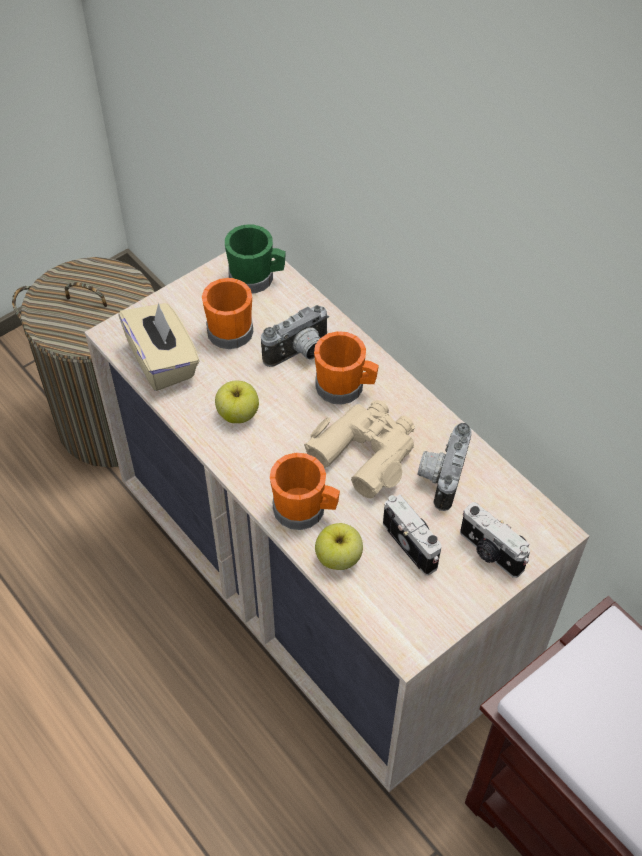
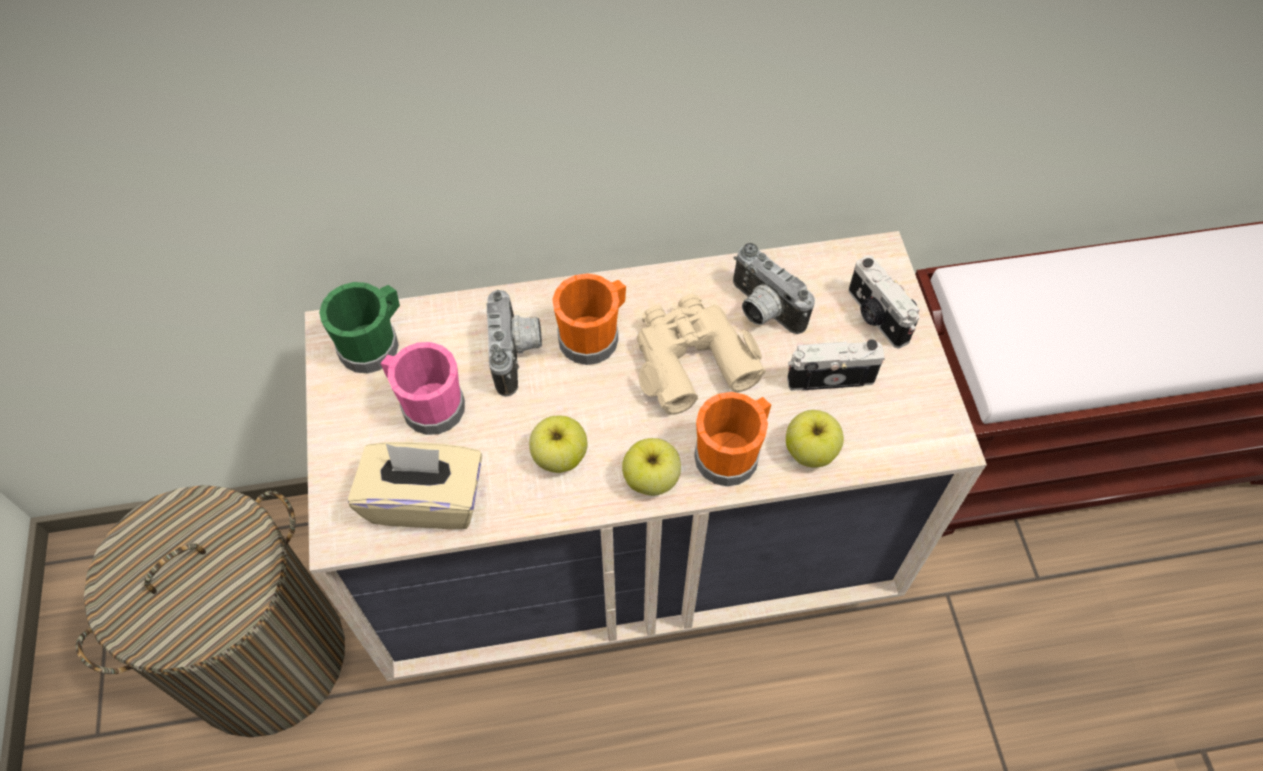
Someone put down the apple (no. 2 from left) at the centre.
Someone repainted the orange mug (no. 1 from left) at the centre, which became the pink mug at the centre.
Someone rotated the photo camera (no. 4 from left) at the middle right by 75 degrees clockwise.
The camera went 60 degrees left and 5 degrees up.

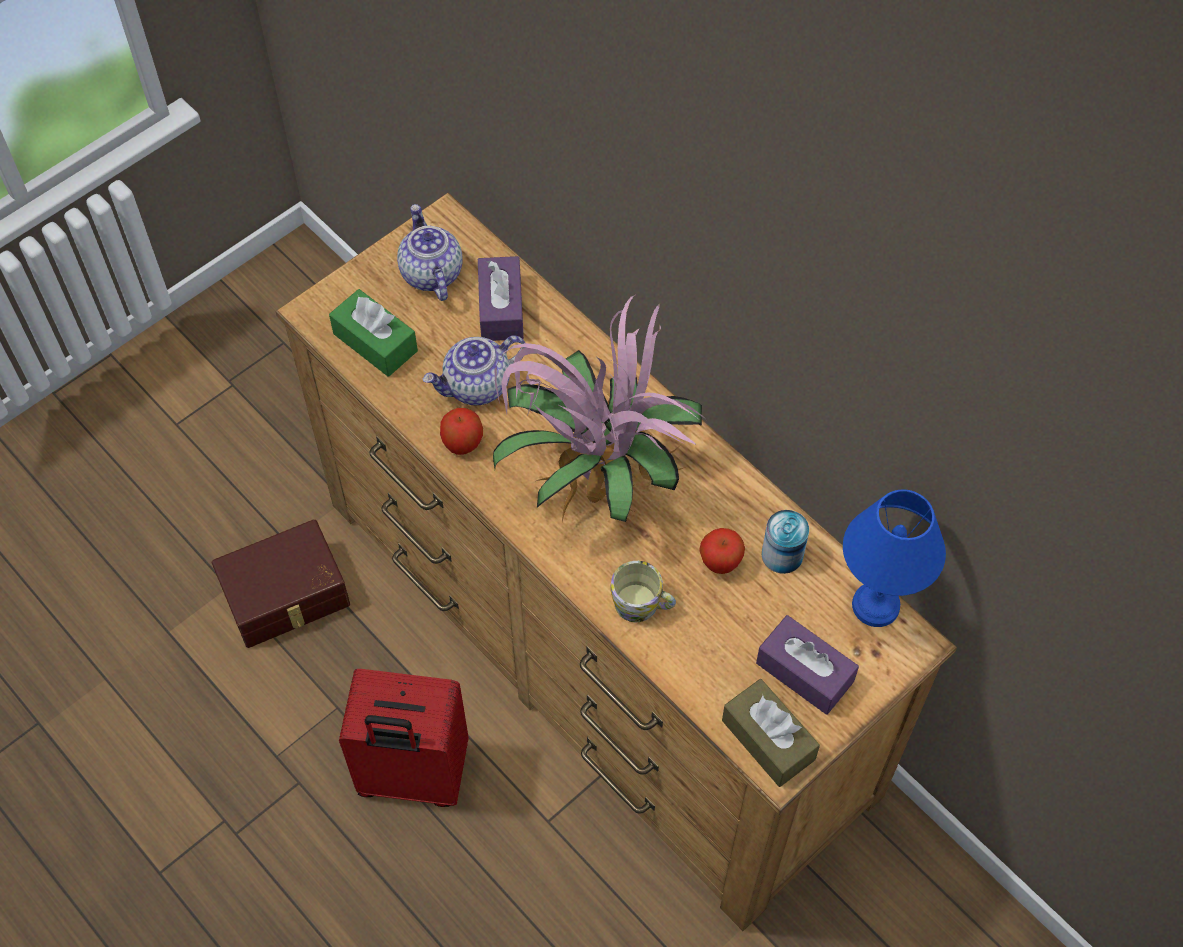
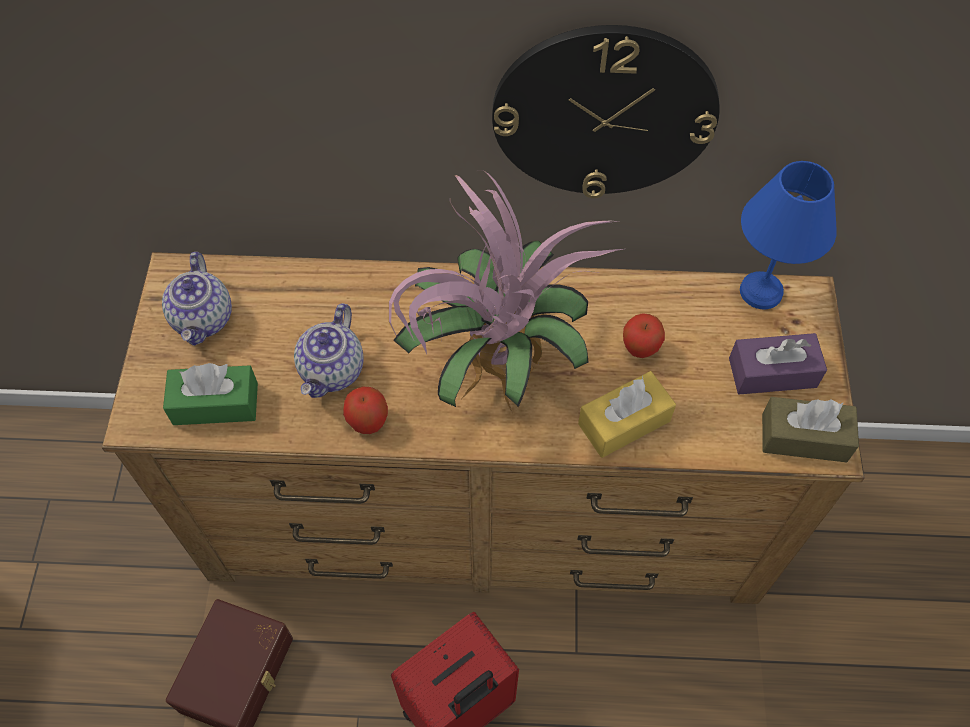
Someone took away the purple tissue box (no. 1 from left) at the top centre.
Someone took away the can at the centre.
Someone put up the wall clock at the top centre.
Someone swapped the mug at the centre for the yellow tissue box at the centre.
Someone rotated the teapot (no. 1 from left) at the top centre by 120 degrees counterclockwise.
The camera went 45 degrees left and 0 degrees up.

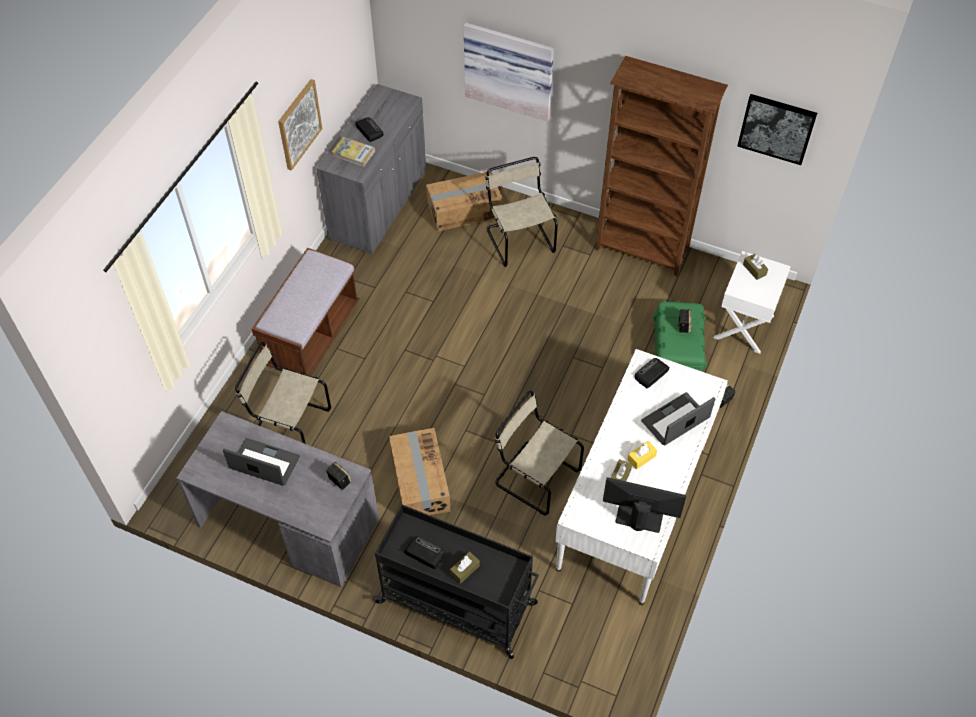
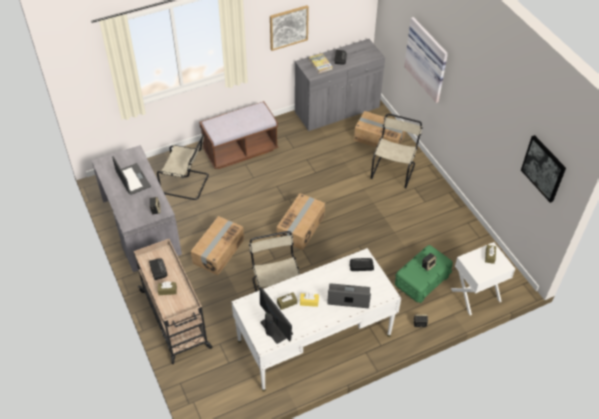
Someone took away the brown bookcase at the top right.
Someone put down the cardboard box (no. 2 from left) at the centre.
Someone repainted the black cart at the bottom centre, which became the beige cart at the bottom left.
Someone rotated the beige chair (no. 1 from left) at the middle left by 135 degrees clockwise.
The camera went 40 degrees right and 5 degrees down.

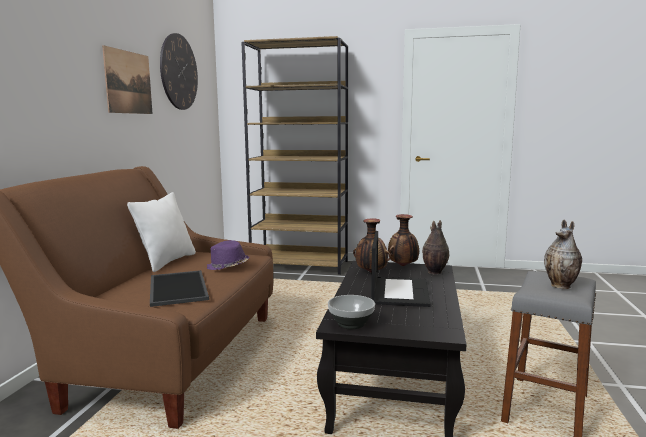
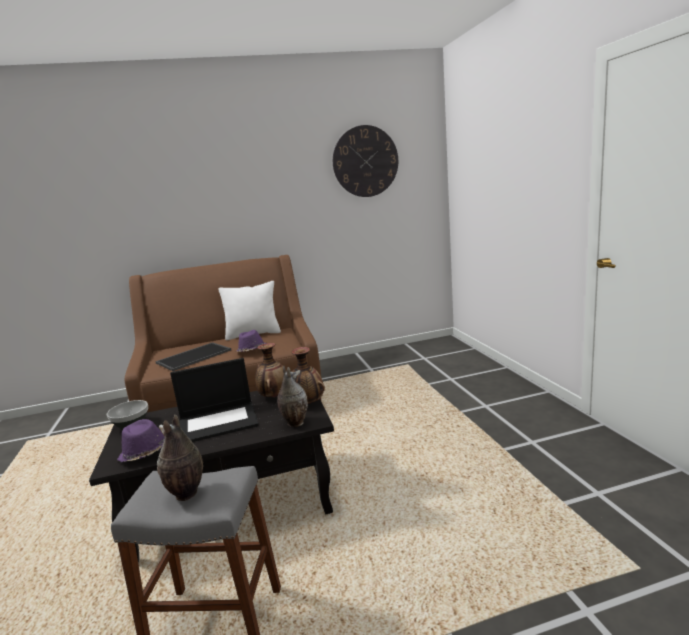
Someone took away the picture at the top left.
Someone took away the brown bookcase at the centre.
Someone put down the purple hat (no. 1 from left) at the bottom left.
The camera went 65 degrees right and 5 degrees up.

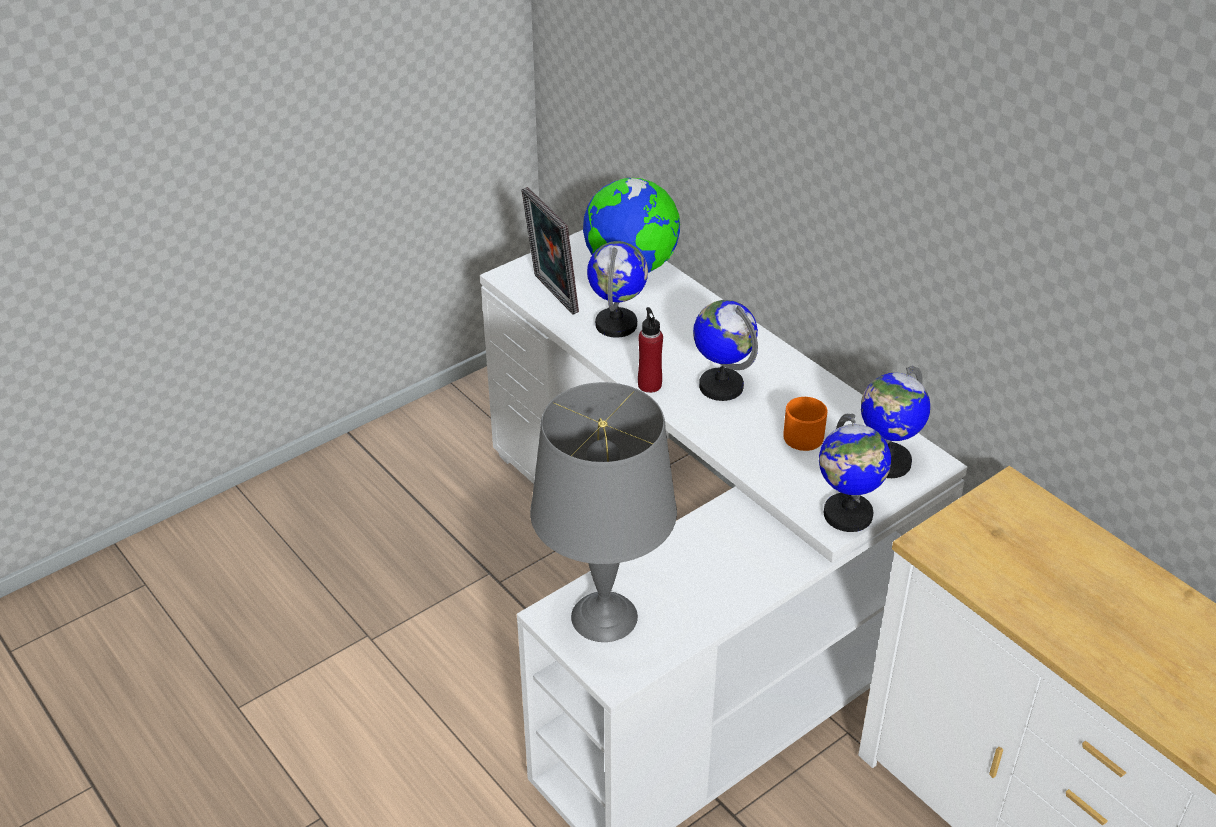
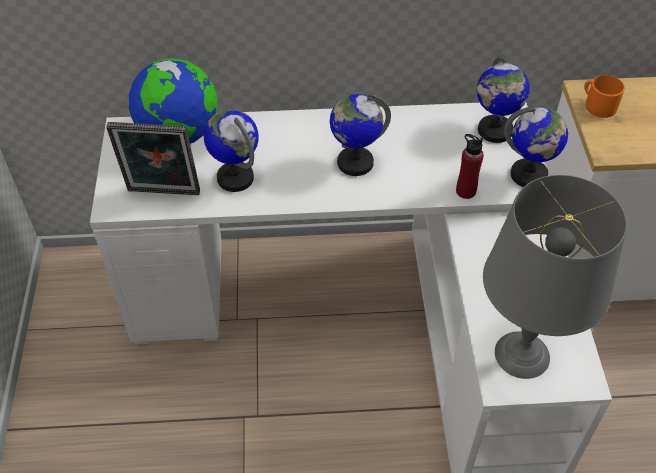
Someone carried the red bottle from the centre to the middle right.
Someone carried the orange mug from the centre to the top right.
The camera went 55 degrees left and 10 degrees up.

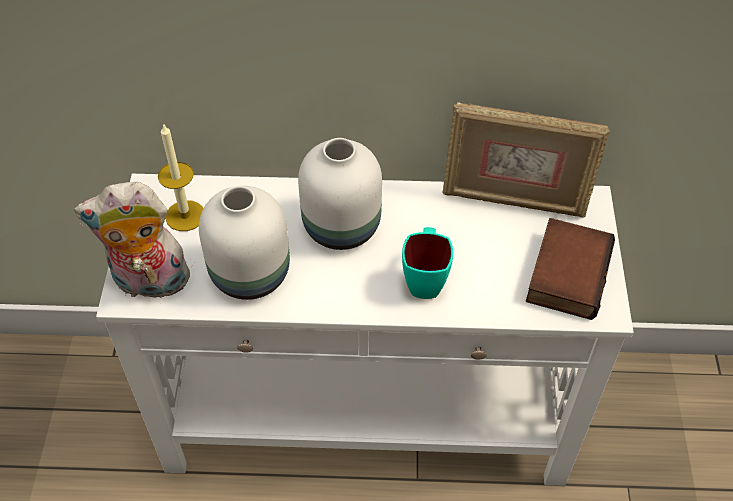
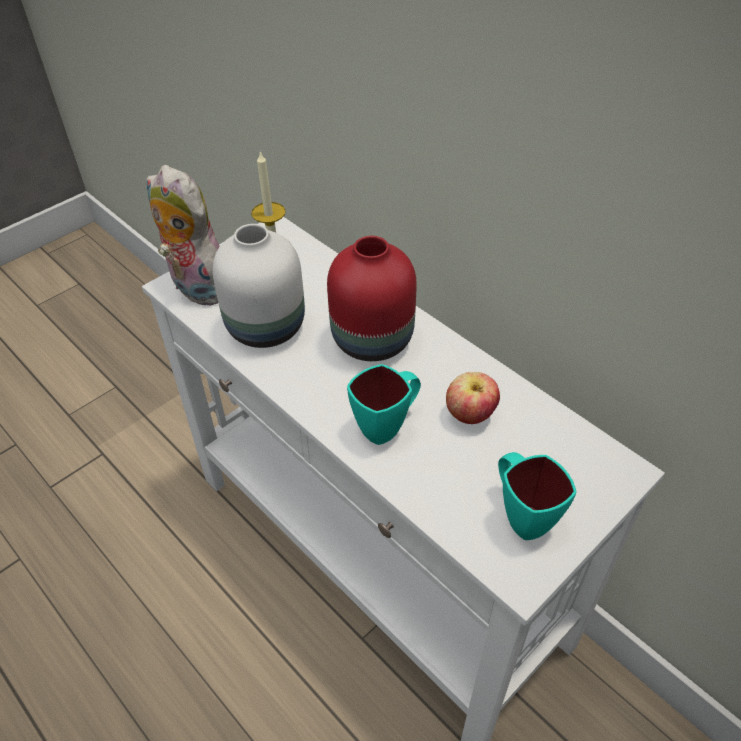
Someone took away the picture frame at the top right.
Someone put down the apple at the centre.
Someone swapped the book at the middle right for the turquoise mug (no. 2 from left) at the bottom right.
Someone repainted the white vase (no. 2 from left) at the centre, which became the red vase at the centre.
The camera went 45 degrees right and 5 degrees down.

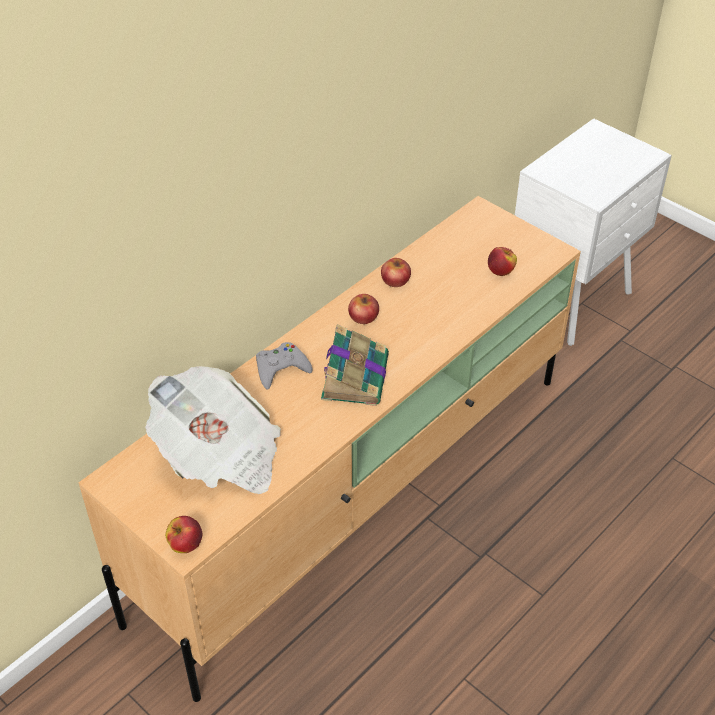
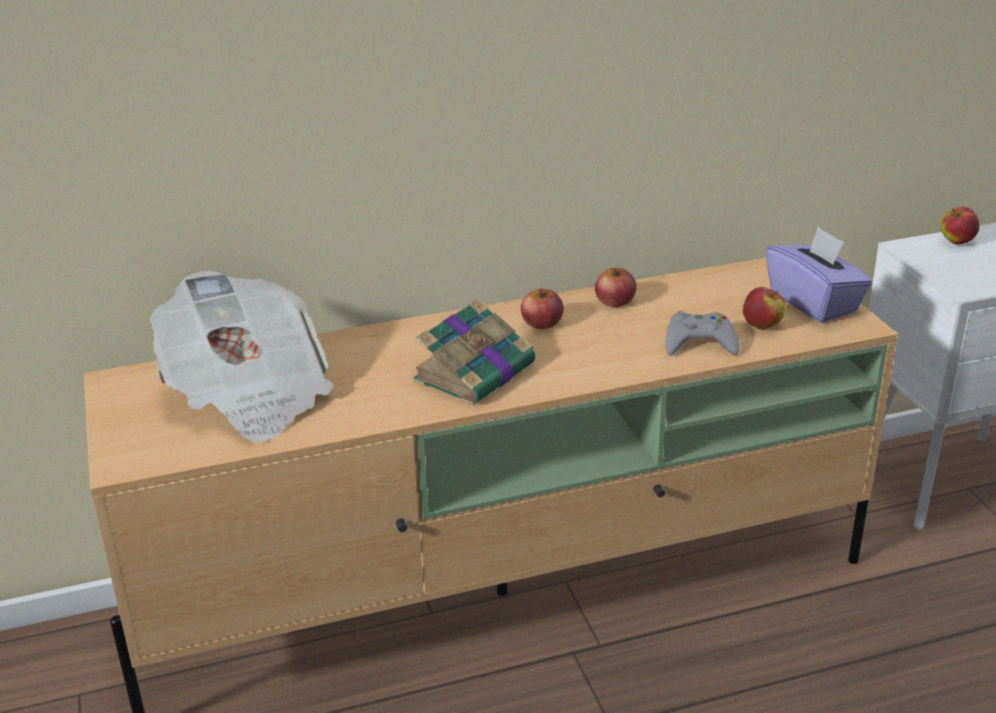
Someone put down the purple tissue box at the middle right.
Someone carried the apple (no. 1 from left in the first image) from the bottom left to the top right.
Someone carried the grey game controller from the centre to the middle right.
The camera went 30 degrees right and 15 degrees down.

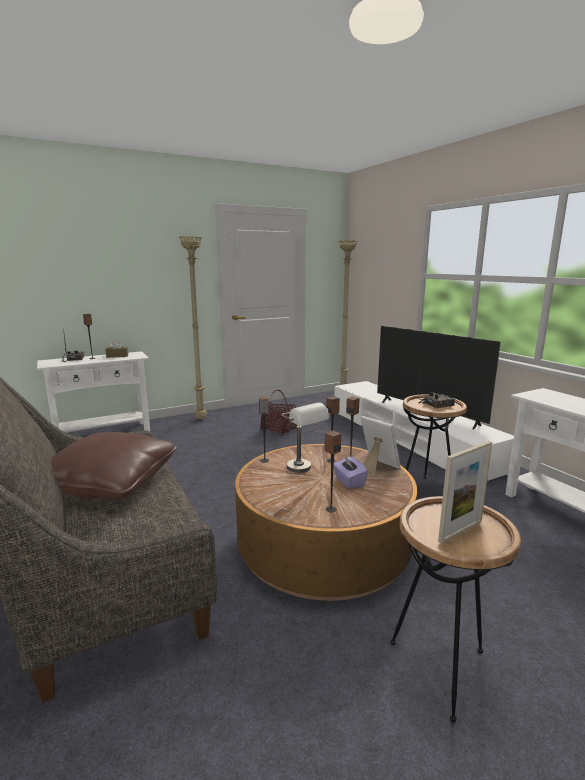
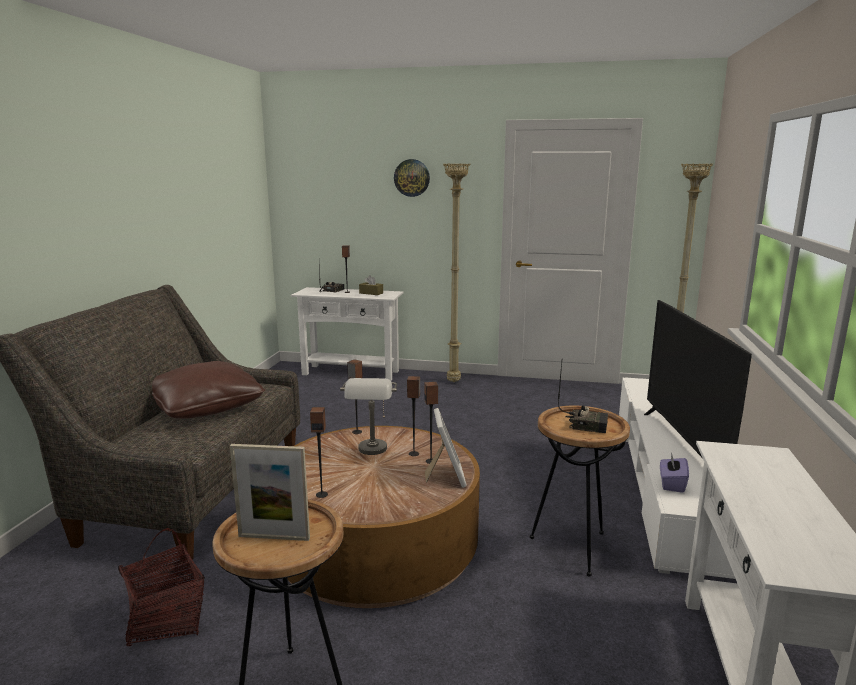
Someone put up the wall clock at the top centre.
Someone carried the basket from the centre to the bottom left.
Someone carried the purple tissue box from the centre to the bottom right.
The camera went 40 degrees right and 0 degrees up.

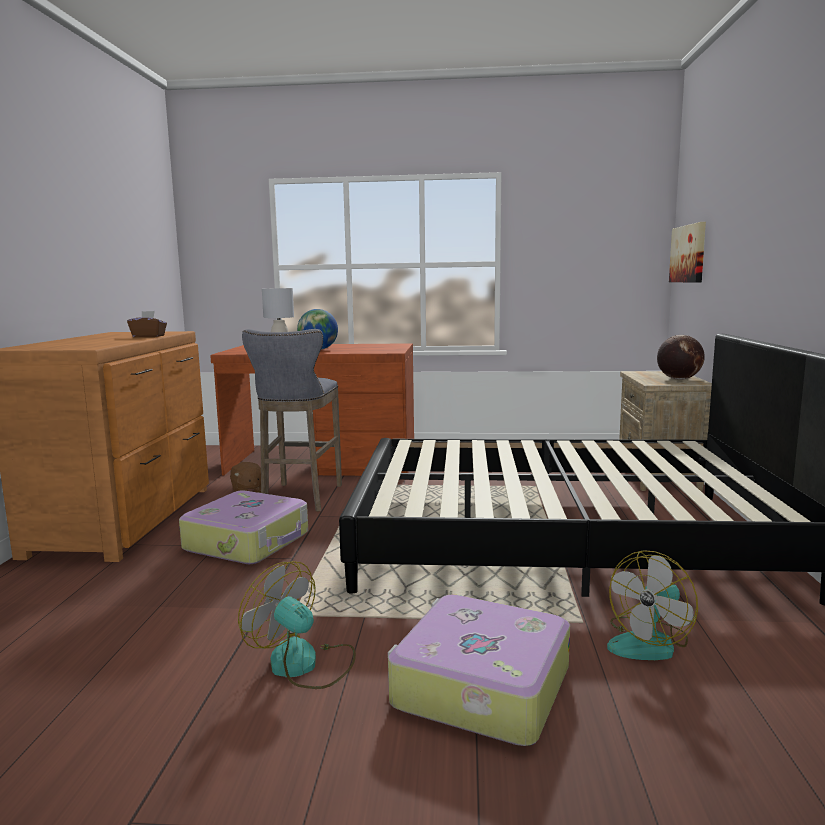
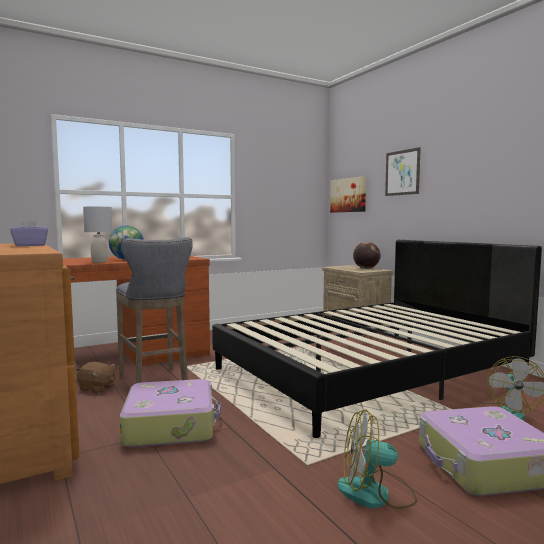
Someone put up the picture (no. 2 from left) at the top right.
Someone repainted the brown tissue box at the middle left, which became the purple tissue box at the middle left.
The camera went 35 degrees left and 5 degrees down.

